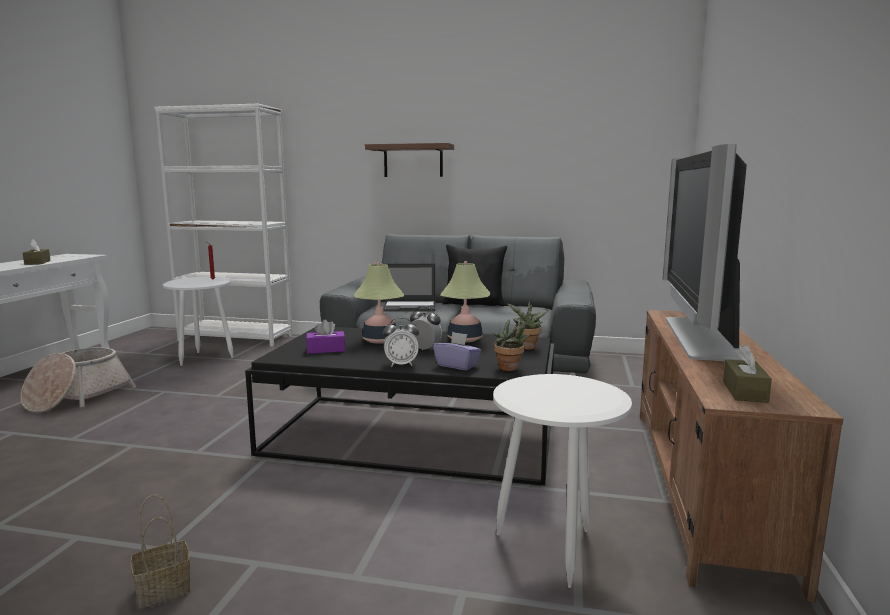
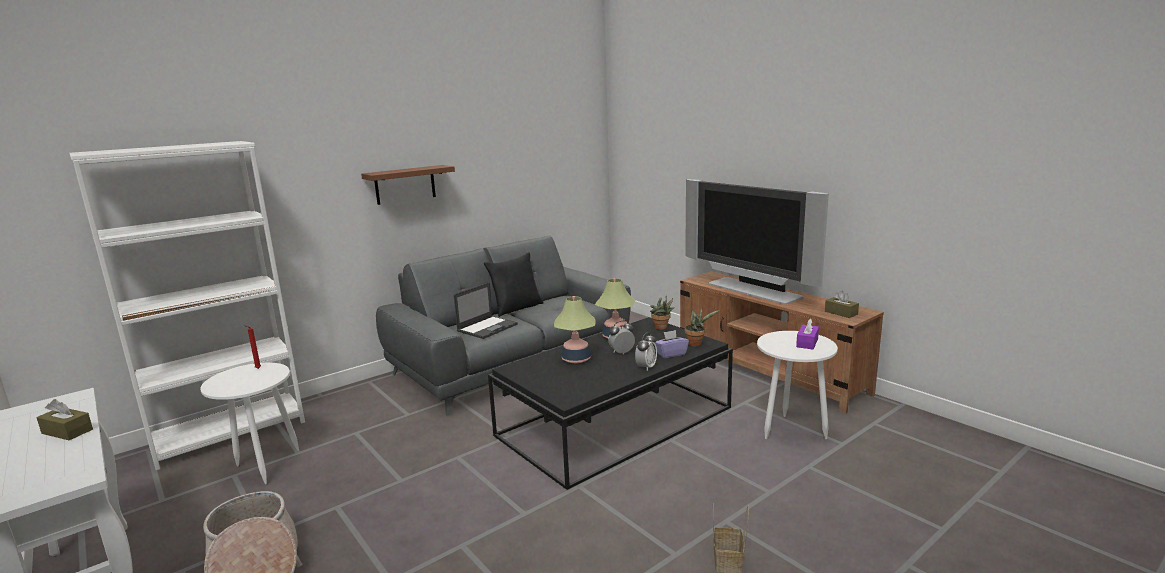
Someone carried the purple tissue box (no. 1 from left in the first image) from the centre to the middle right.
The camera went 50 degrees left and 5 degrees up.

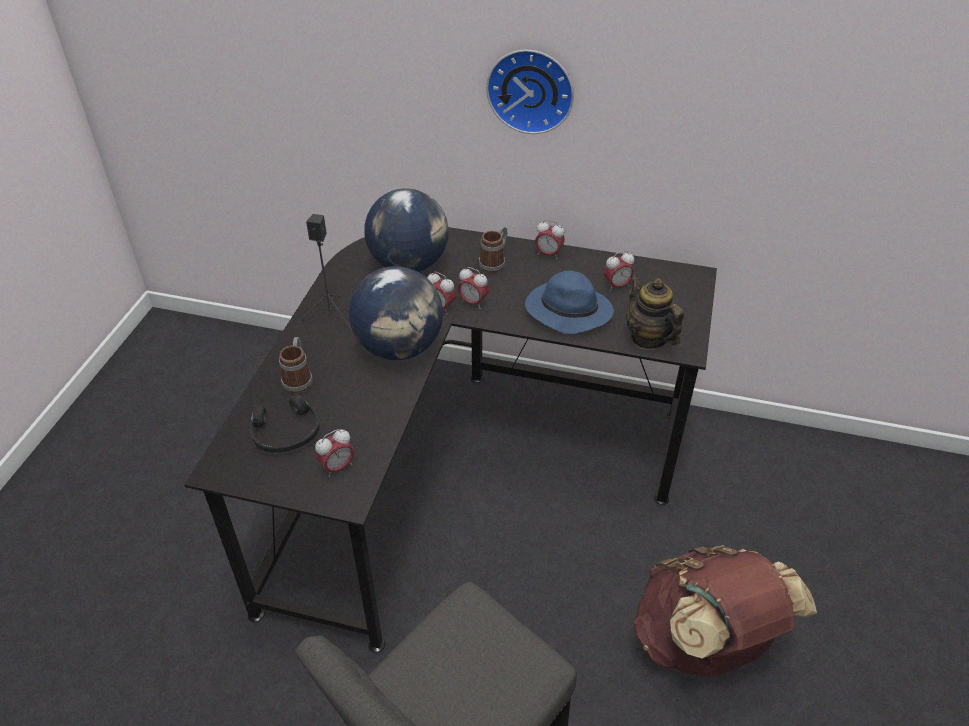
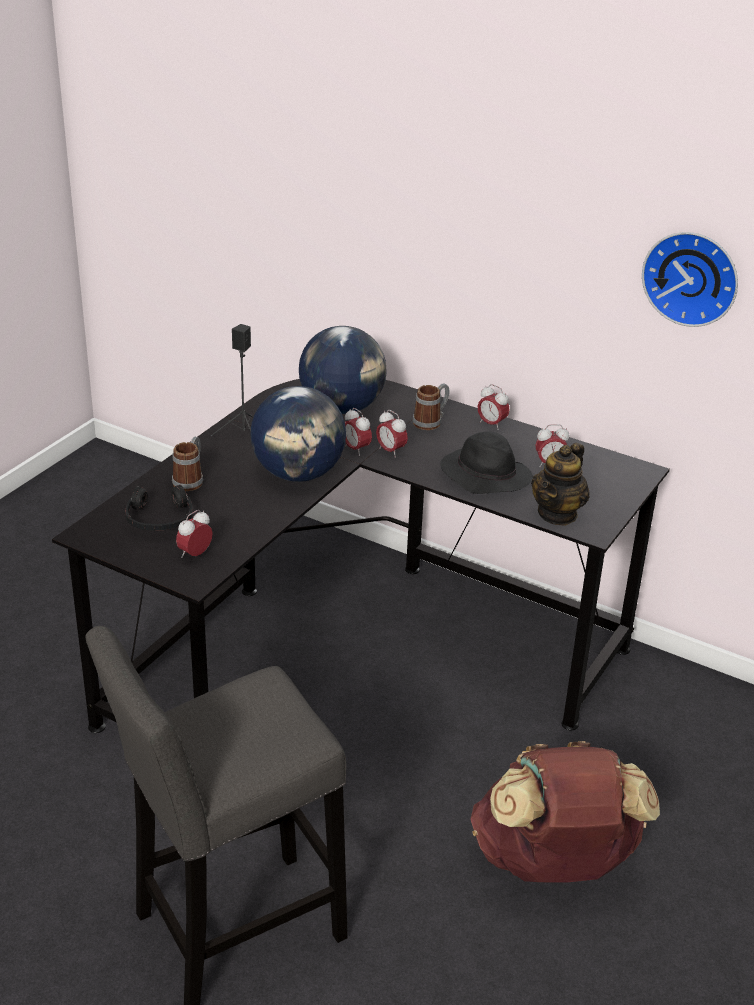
Someone carried the wall clock from the top centre to the top right.
Someone repainted the blue hat at the centre, which became the black hat at the centre.
Someone rotated the alarm clock (no. 1 from left) at the centre by 150 degrees clockwise.
Someone rotated the teapot at the middle right by 135 degrees counterclockwise.
The camera went 15 degrees right and 10 degrees down.

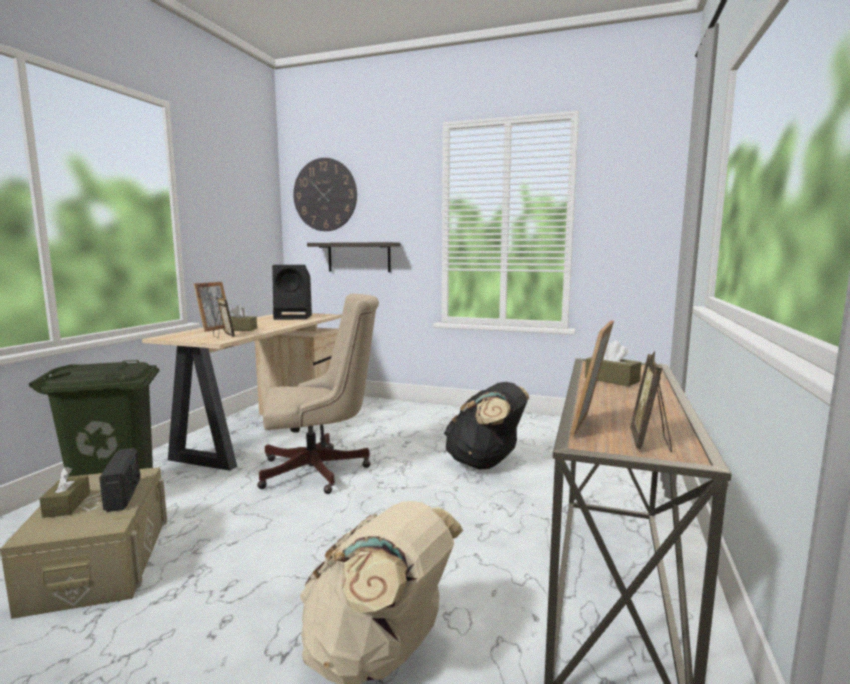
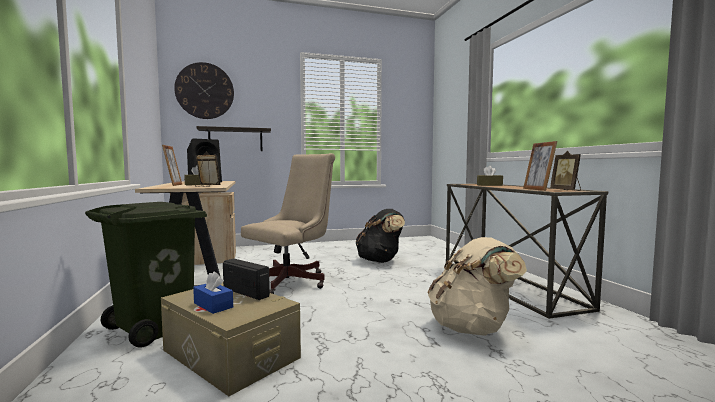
Someone repainted the brown tissue box (no. 1 from left) at the bottom left, which became the blue tissue box at the bottom left.
The camera went 35 degrees left and 5 degrees down.

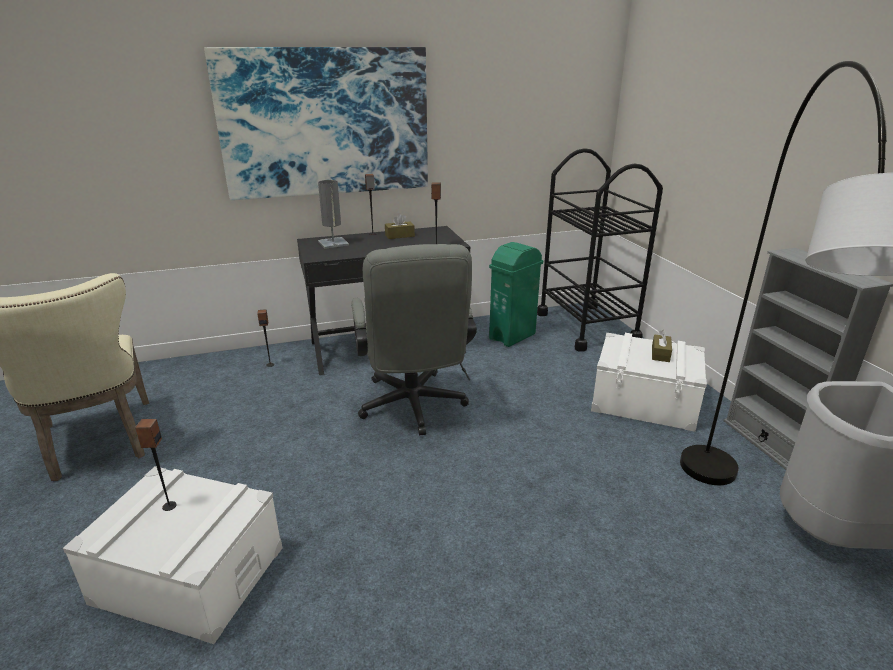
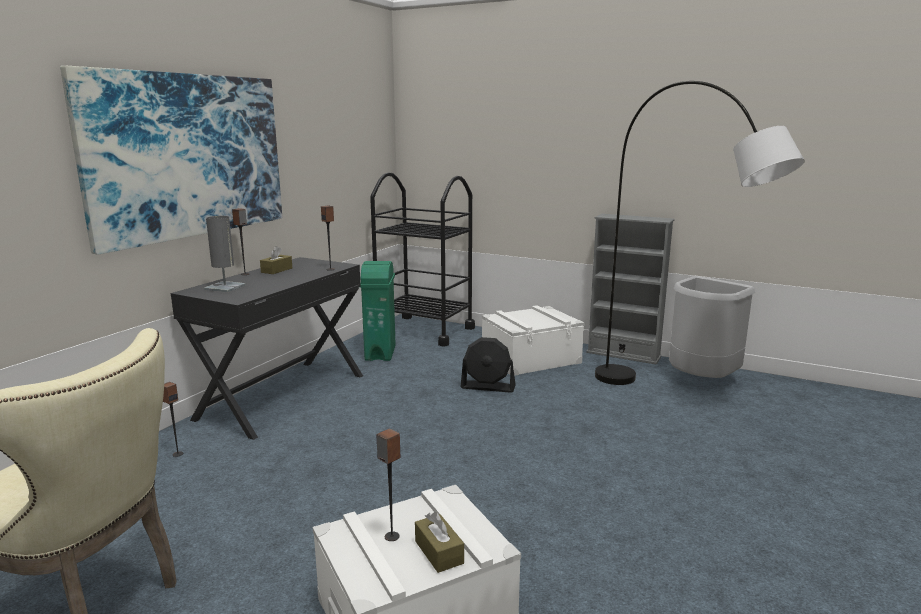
Someone took away the grey office chair at the centre.
Someone put down the black fan at the centre.
Someone carried the brown tissue box (no. 2 from left) from the middle right to the bottom centre.
The camera went 45 degrees left and 10 degrees down.

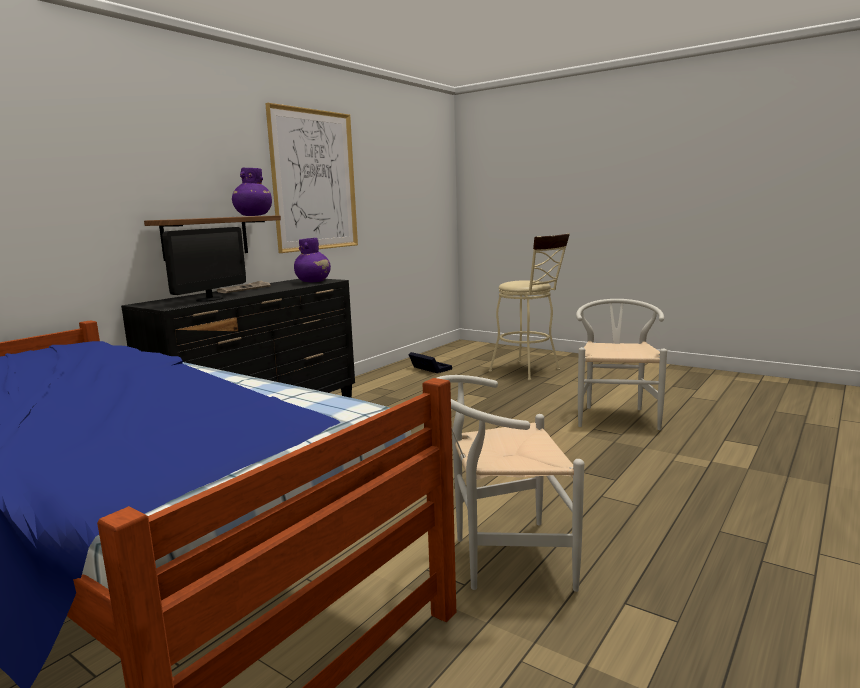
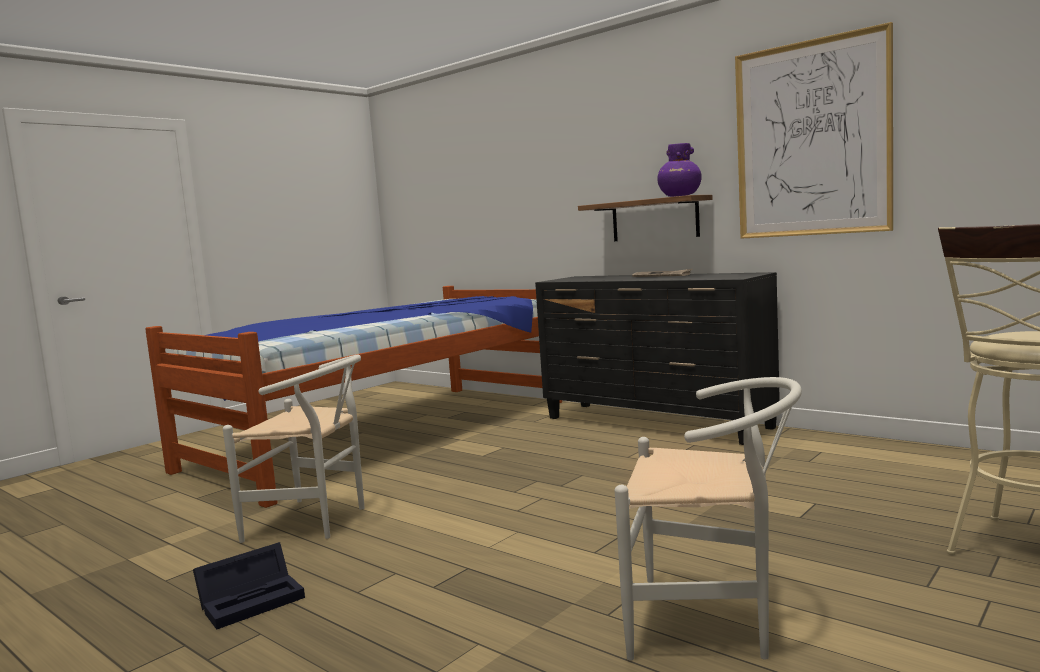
Someone took away the monitor at the middle left.
Someone took away the purple vase (no. 2 from left) at the centre.
Someone carried the black storage box from the centre to the bottom left.
Someone rotated the white chair (no. 1 from left) at the bottom centre by 105 degrees clockwise.
The camera went 95 degrees right and 5 degrees down.

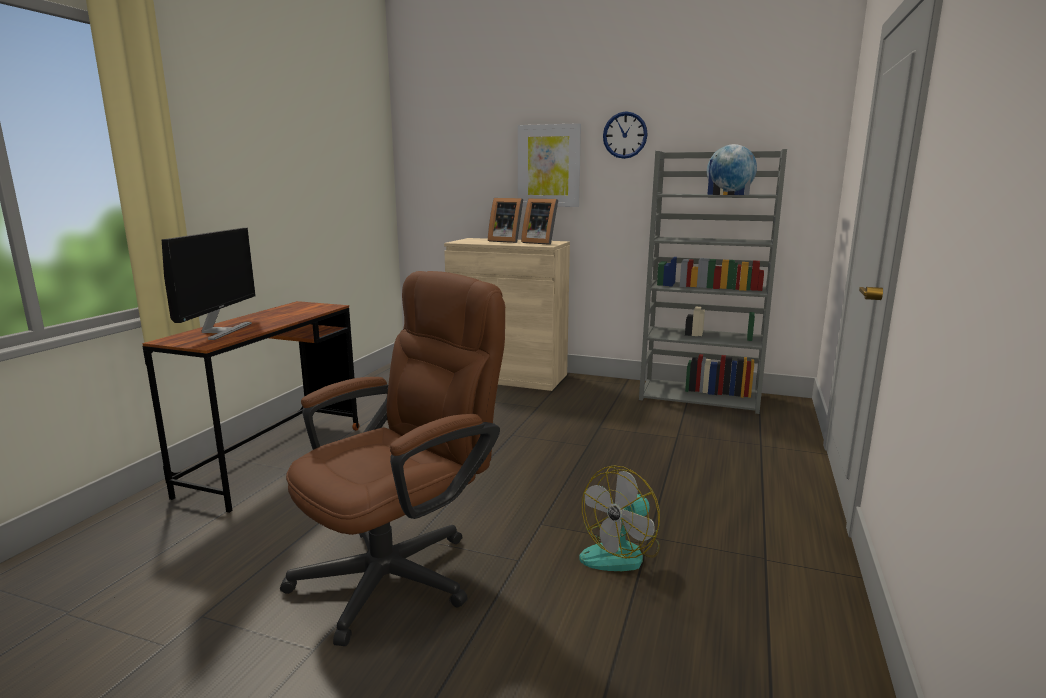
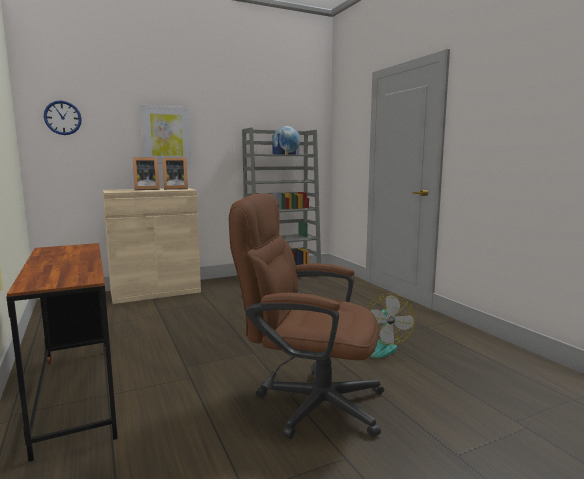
Someone took away the monitor at the middle left.
Someone carried the wall clock from the top centre to the top left.
Someone rotated the brown office chair at the centre by 75 degrees counterclockwise.
The camera went 45 degrees left and 5 degrees down.

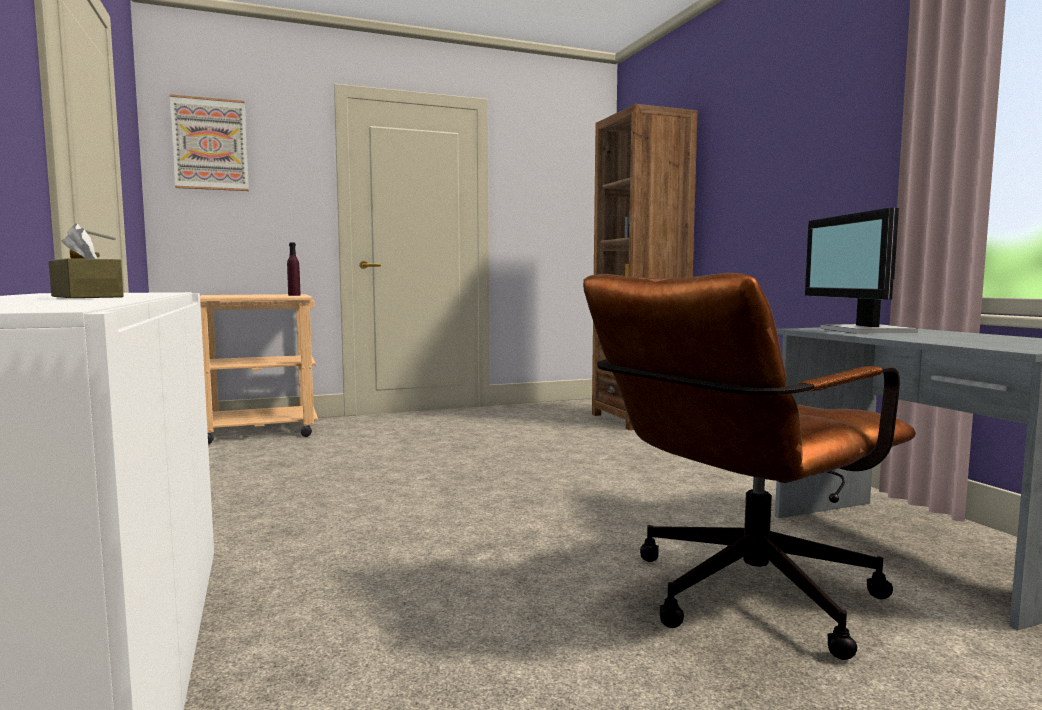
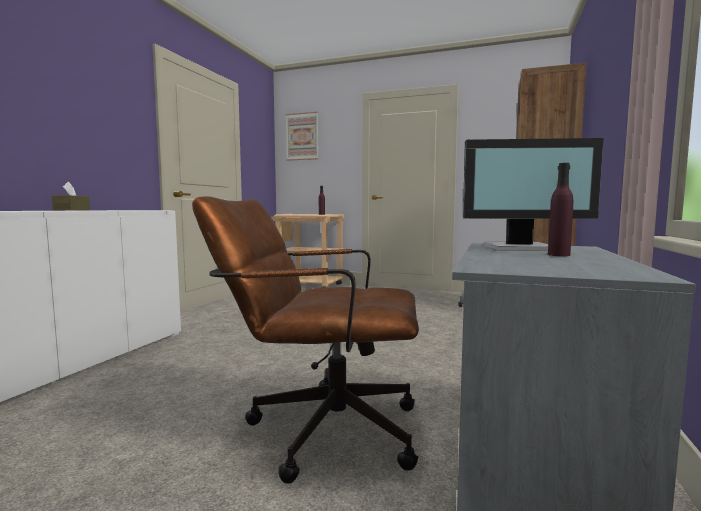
Someone put down the purple bottle (no. 2 from left) at the middle right.
Someone rotated the monitor at the middle right by 120 degrees counterclockwise.
The camera went 40 degrees right and 0 degrees up.

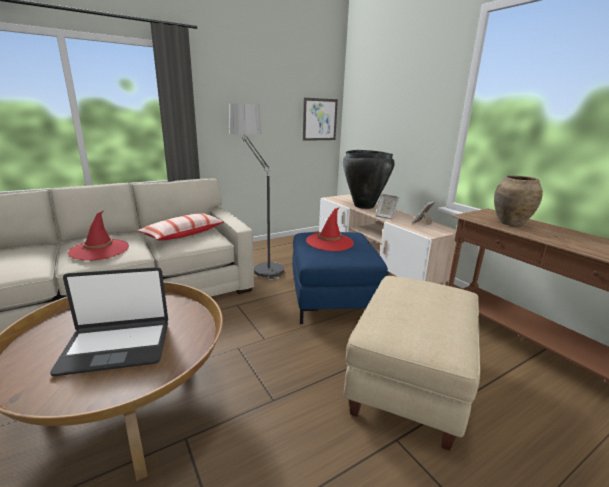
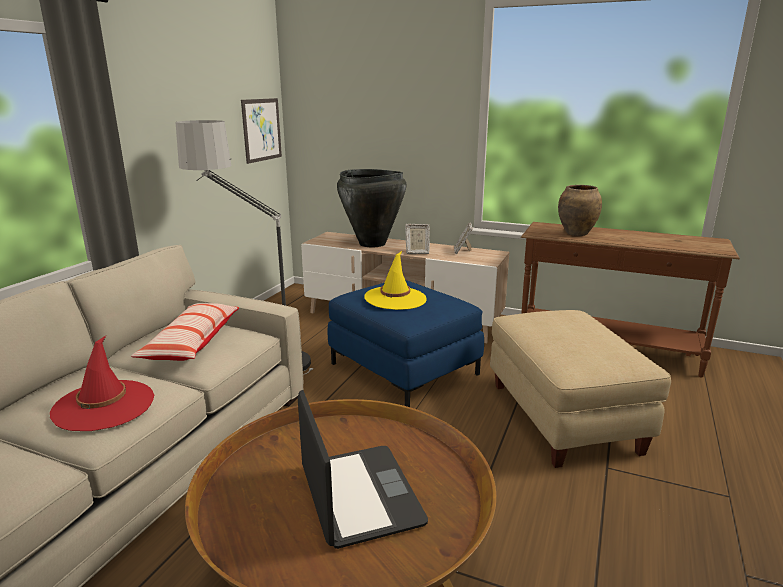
Someone repainted the red hat (no. 2 from left) at the centre, which became the yellow hat at the centre.
Someone rotated the laptop at the middle left by 60 degrees counterclockwise.
The camera went 35 degrees left and 0 degrees up.

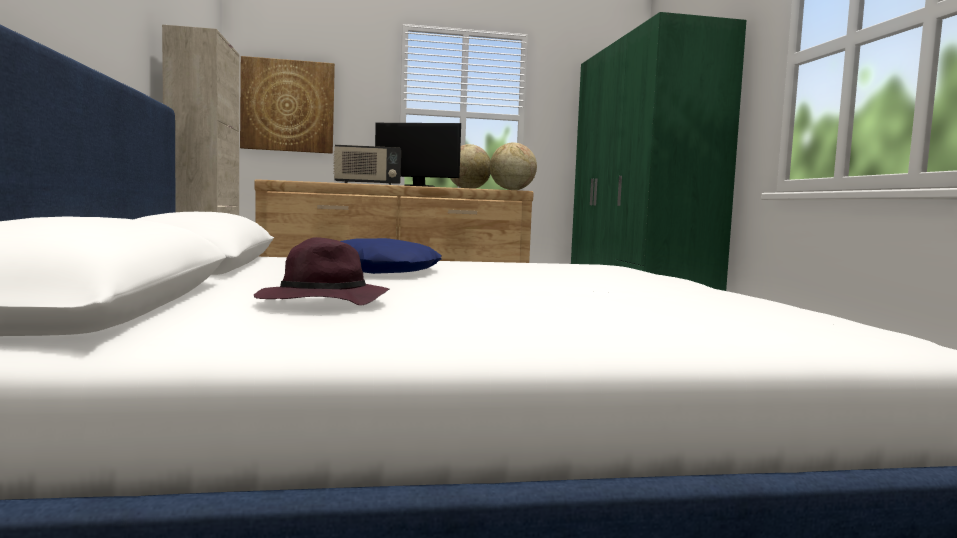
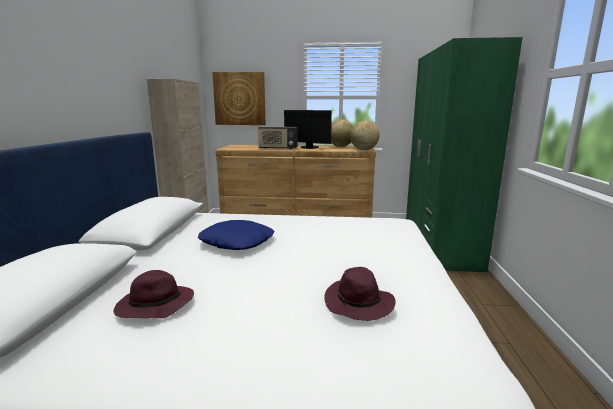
Someone put down the purple hat (no. 2 from left) at the bottom centre.
The camera went 15 degrees right and 10 degrees up.

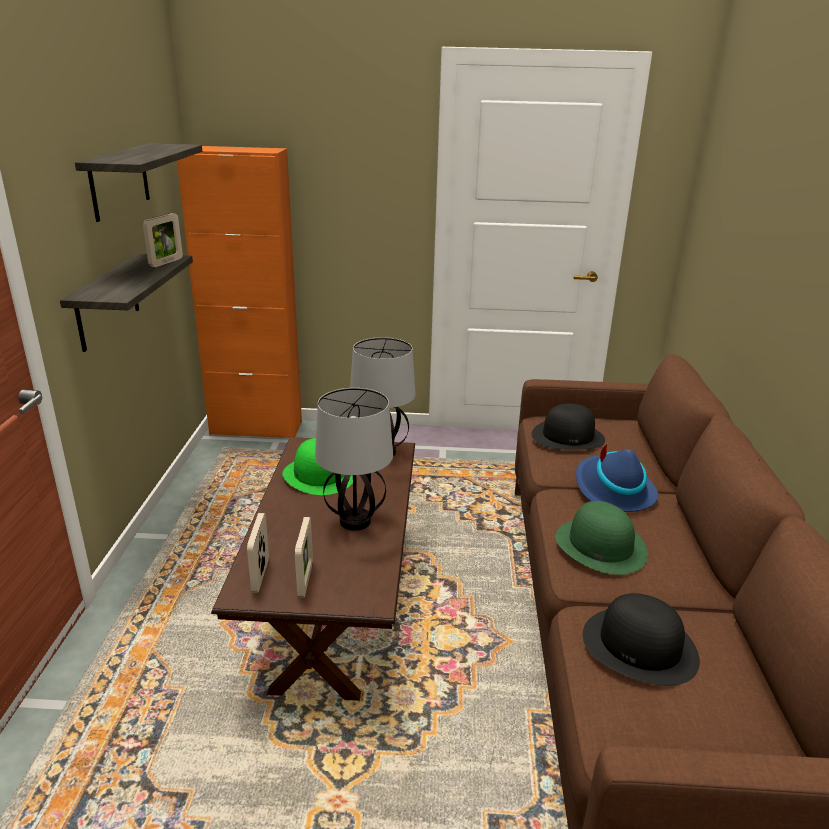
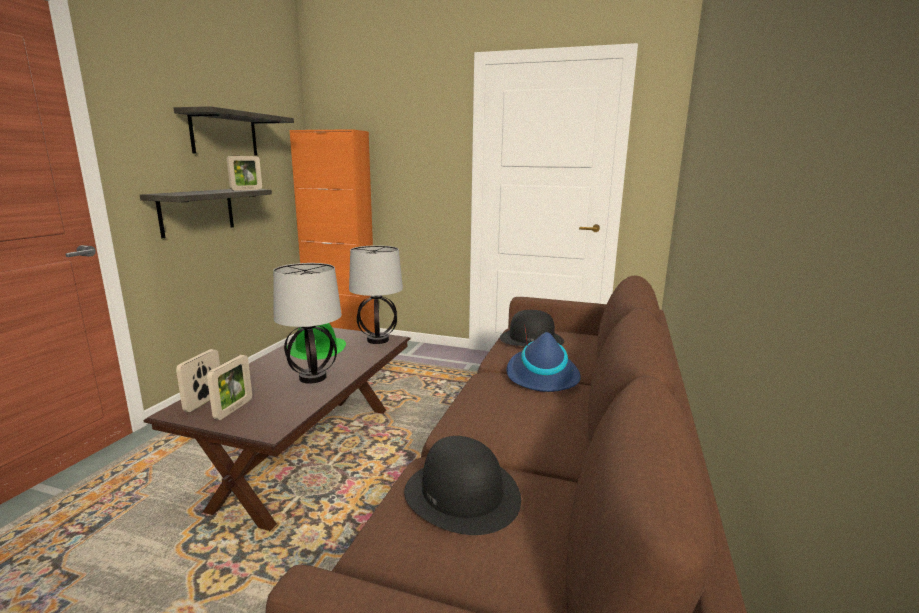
Someone took away the green hat (no. 2 from left) at the middle right.
The camera went 15 degrees right and 10 degrees down.

